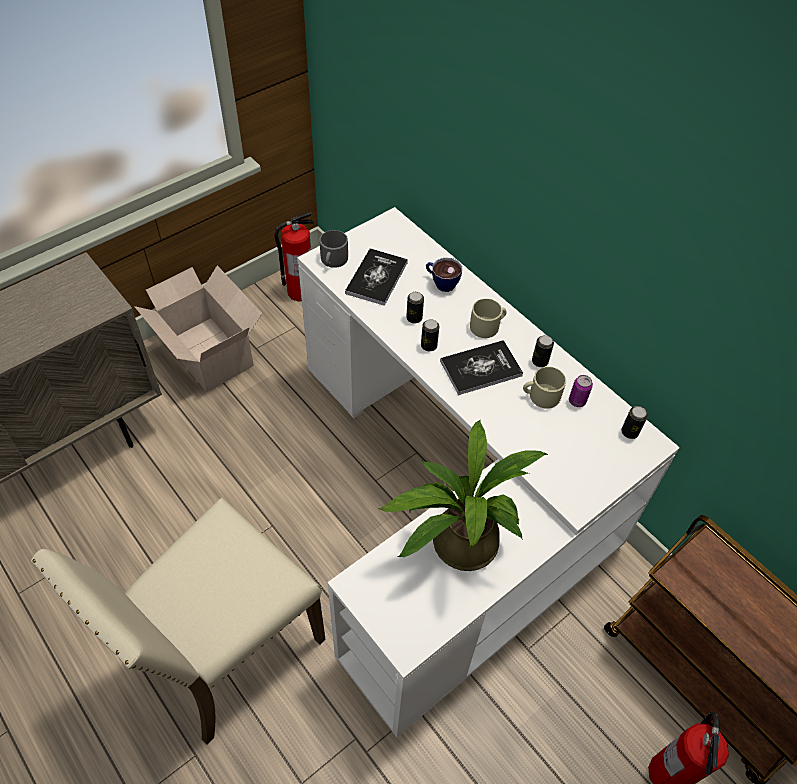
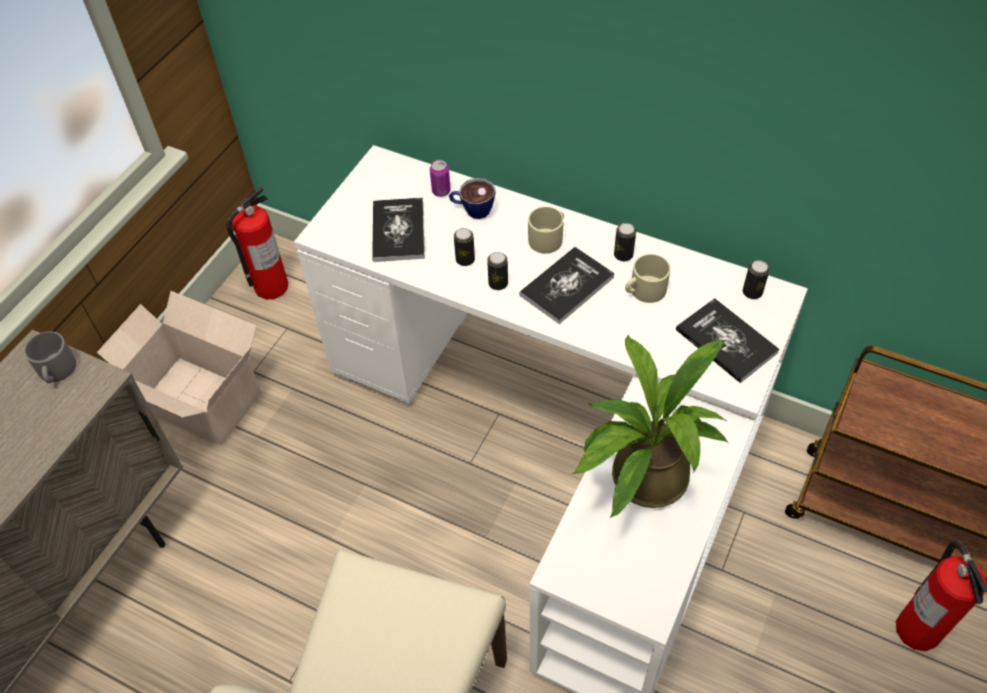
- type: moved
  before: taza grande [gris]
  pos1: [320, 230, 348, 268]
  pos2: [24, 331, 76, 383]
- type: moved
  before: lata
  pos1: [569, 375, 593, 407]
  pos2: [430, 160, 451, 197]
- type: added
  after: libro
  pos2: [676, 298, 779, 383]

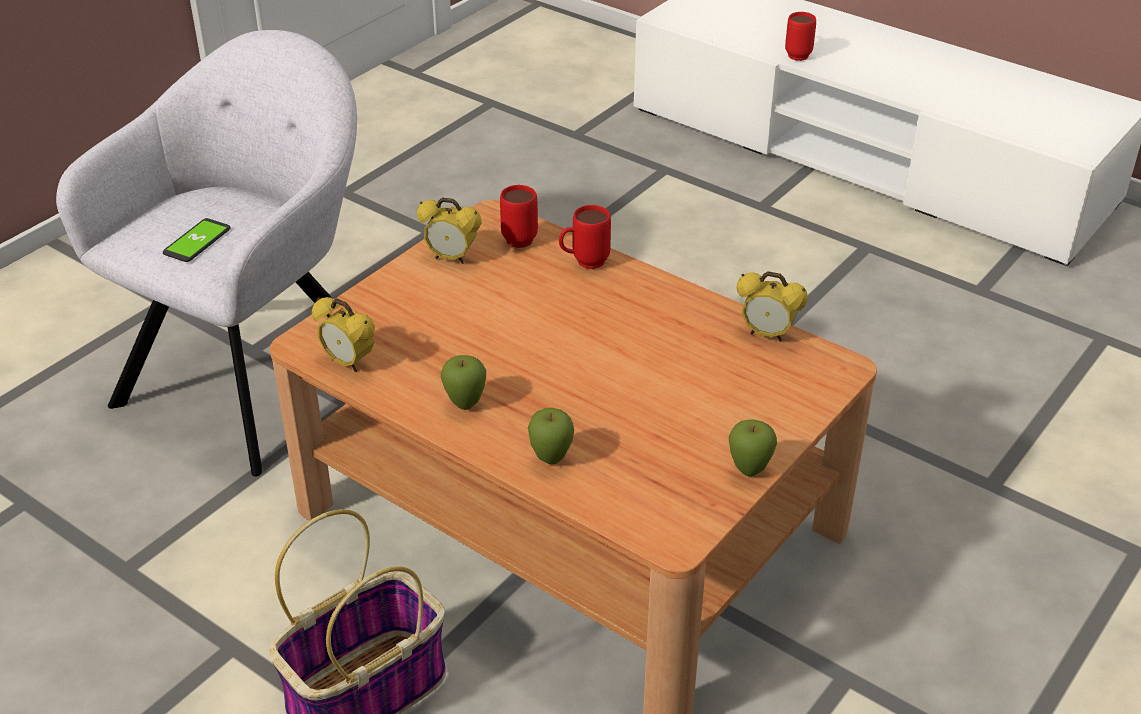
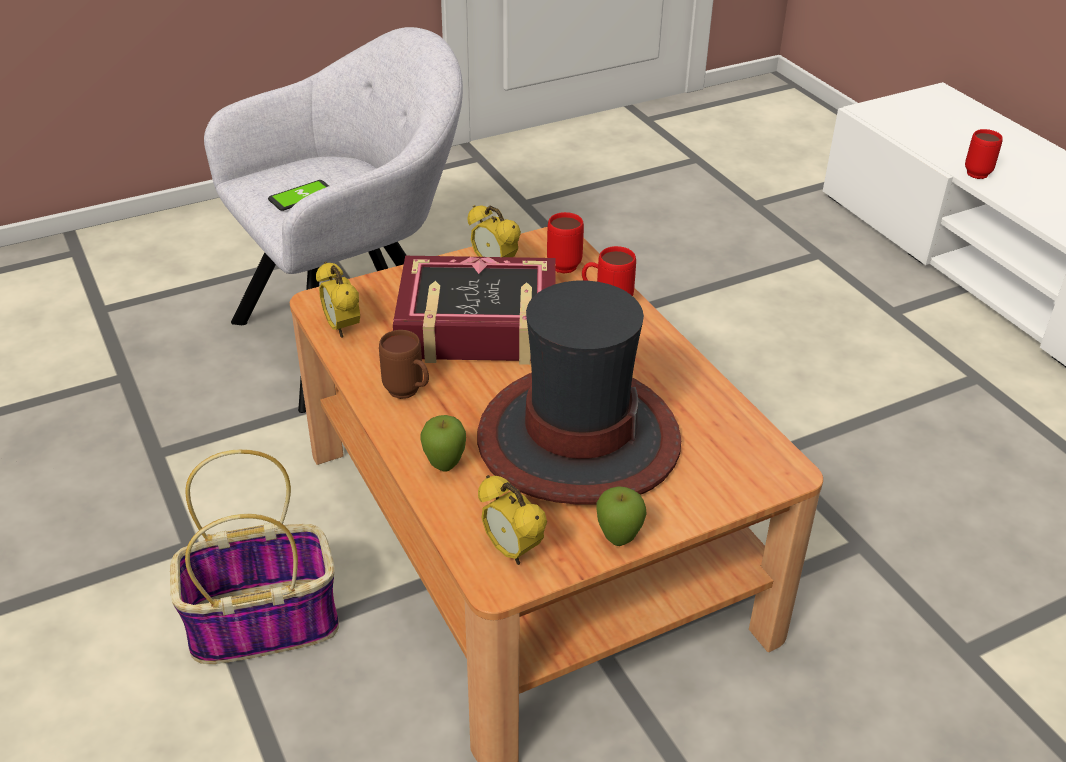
- type: moved
  before: despertador
  pos1: [737, 271, 808, 342]
  pos2: [478, 475, 547, 565]
- type: replaced
  before: manzana
  after: taza grande [marrón]
  pos1: [441, 355, 486, 410]
  pos2: [379, 330, 429, 399]
- type: added
  after: libro
  pos2: [393, 256, 556, 365]
- type: added
  after: sombrero
  pos2: [477, 280, 681, 504]

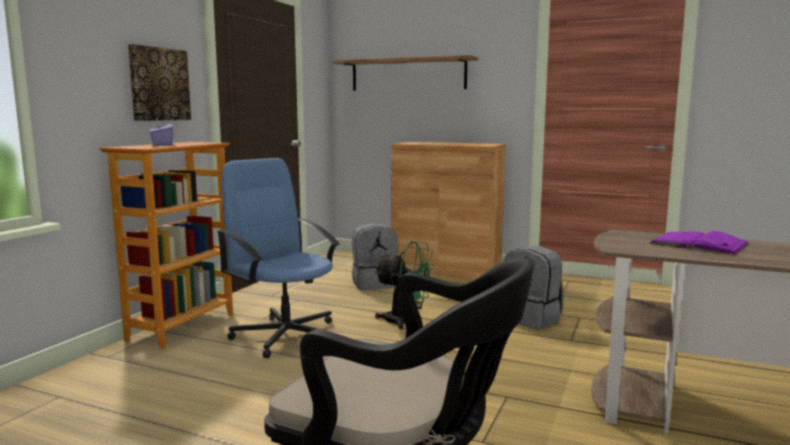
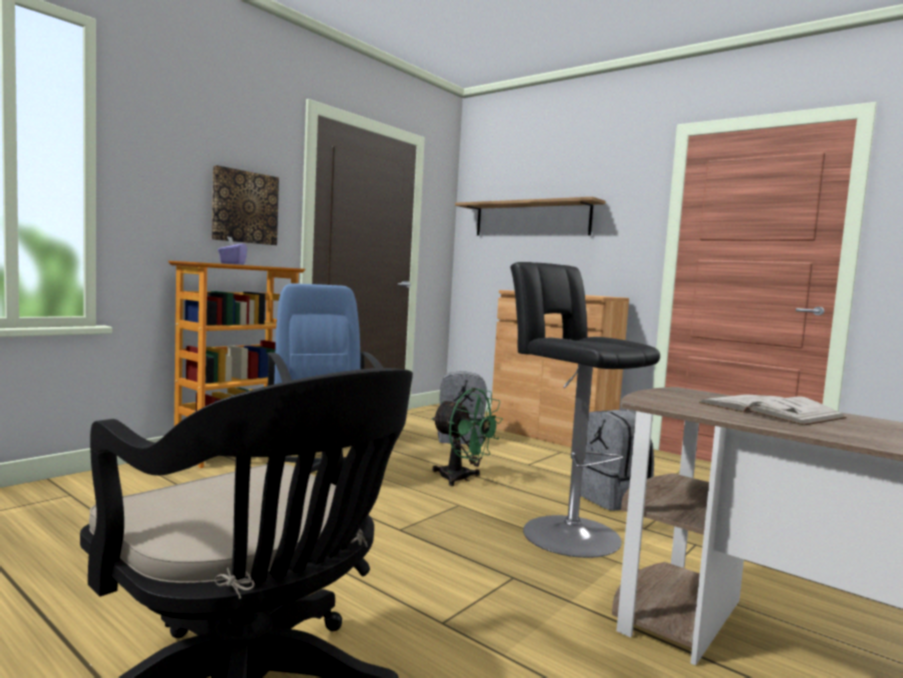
- type: recoloured
  before: libro [morado]
  after: libro [blanco]
  pos1: [649, 231, 750, 255]
  pos2: [699, 394, 847, 426]
- type: added
  after: taburete [negro]
  pos2: [510, 262, 660, 558]

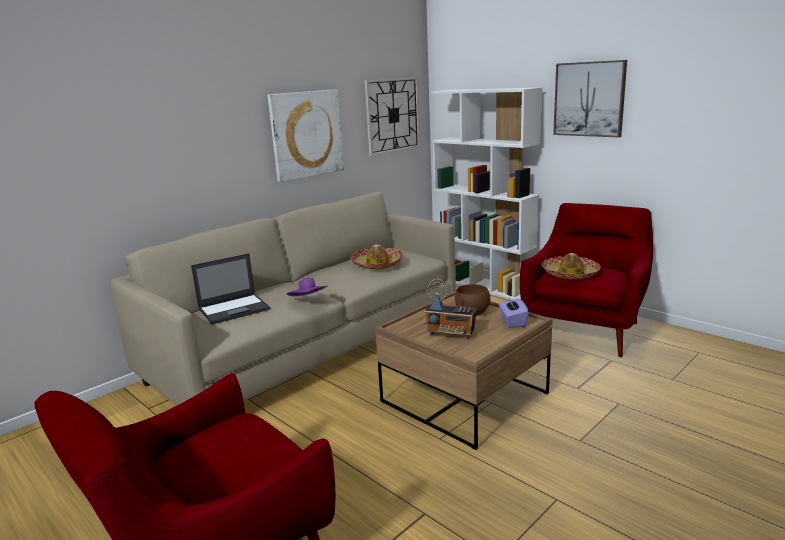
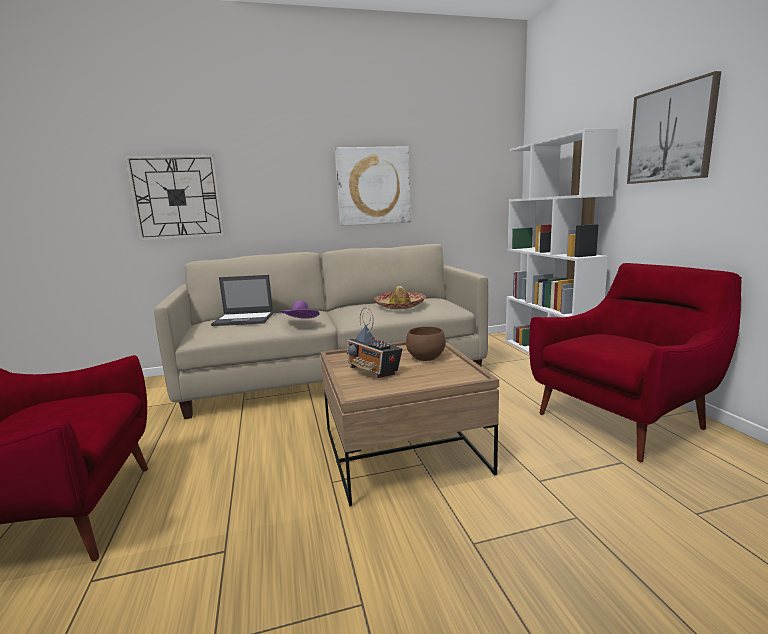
- type: moved
  before: reloj de pared
  pos1: [365, 77, 420, 156]
  pos2: [124, 154, 225, 241]
- type: removed
  before: sombrero
  pos1: [542, 253, 601, 279]
- type: removed
  before: caja de pañuelos [morado]
  pos1: [499, 297, 529, 328]

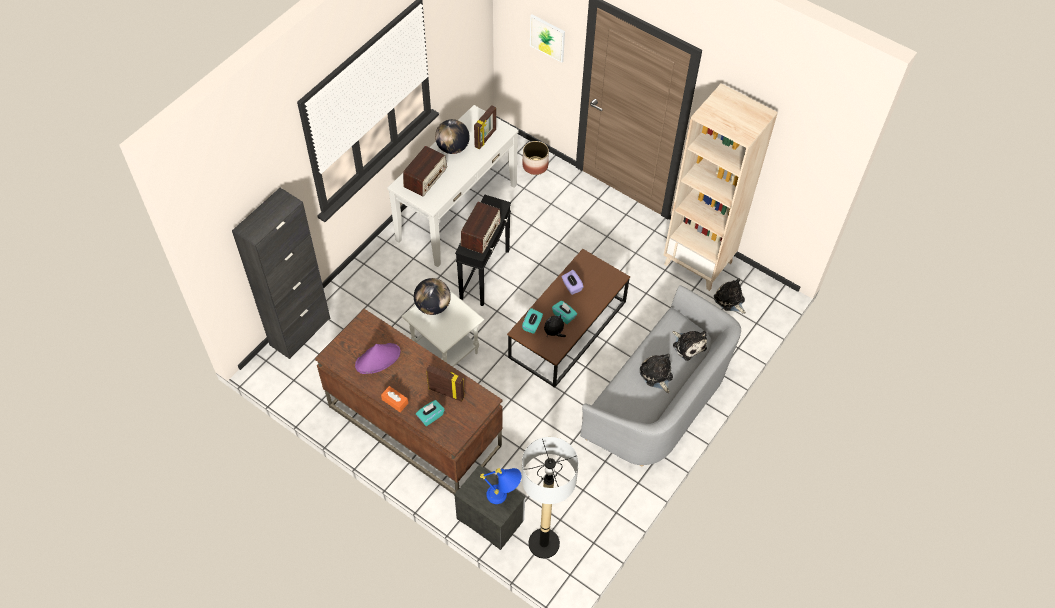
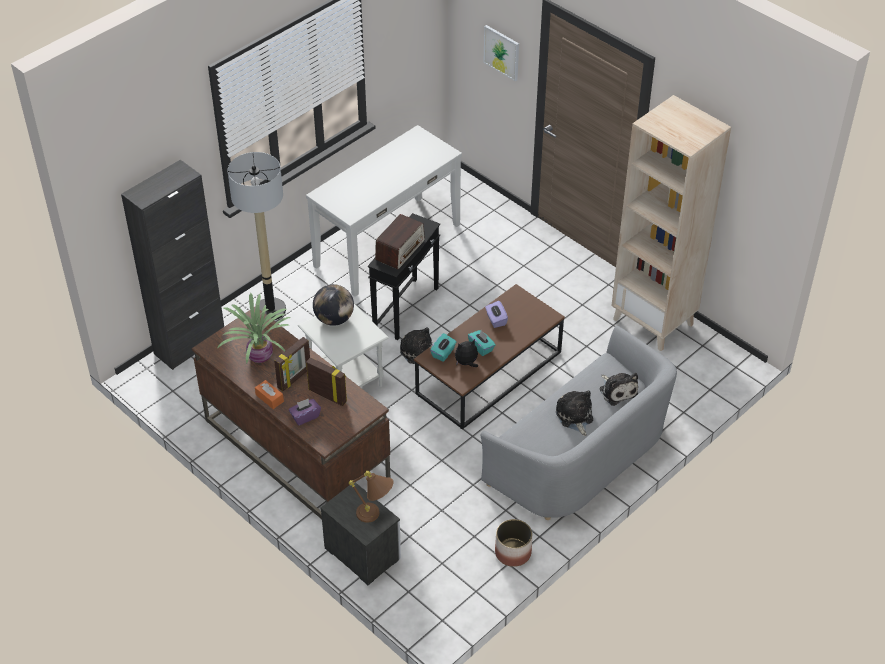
- type: moved
  before: portarretratos
  pos1: [474, 105, 496, 149]
  pos2: [274, 337, 310, 391]
- type: removed
  before: globo terráqueo
  pos1: [435, 119, 470, 154]
- type: moved
  before: maceta
  pos1: [522, 141, 549, 175]
  pos2: [495, 519, 532, 567]
- type: removed
  before: radio
  pos1: [403, 146, 447, 196]
- type: moved
  before: peluche
  pos1: [714, 278, 746, 314]
  pos2: [400, 327, 433, 364]
- type: replaced
  before: sombrero [morado]
  after: planta en maceta
  pos1: [355, 343, 401, 374]
  pos2: [218, 293, 291, 364]
- type: recoloured
  before: caja de pañuelos [turquesa]
  after: caja de pañuelos [morado]
  pos1: [416, 400, 445, 426]
  pos2: [289, 398, 321, 425]
- type: moved
  before: lámpara de pie
  pos1: [521, 437, 579, 559]
  pos2: [227, 152, 286, 320]
- type: recoloured
  before: lámpara de mesa [azul]
  after: lámpara de mesa [marrón]
  pos1: [480, 468, 521, 504]
  pos2: [349, 471, 393, 523]

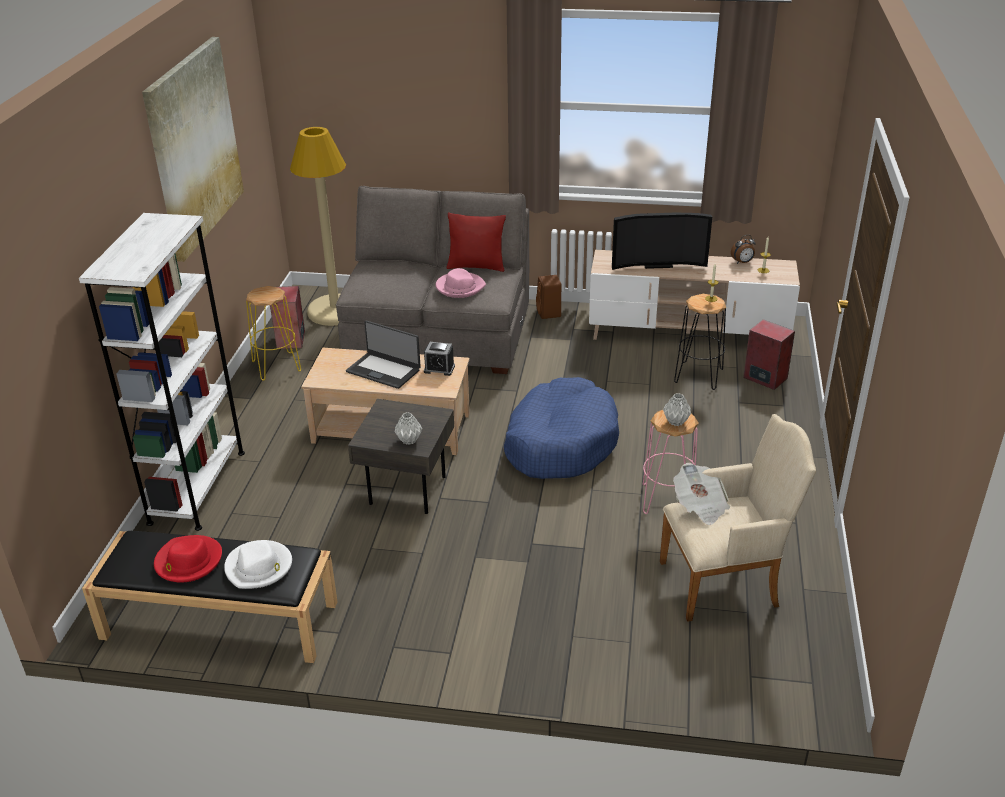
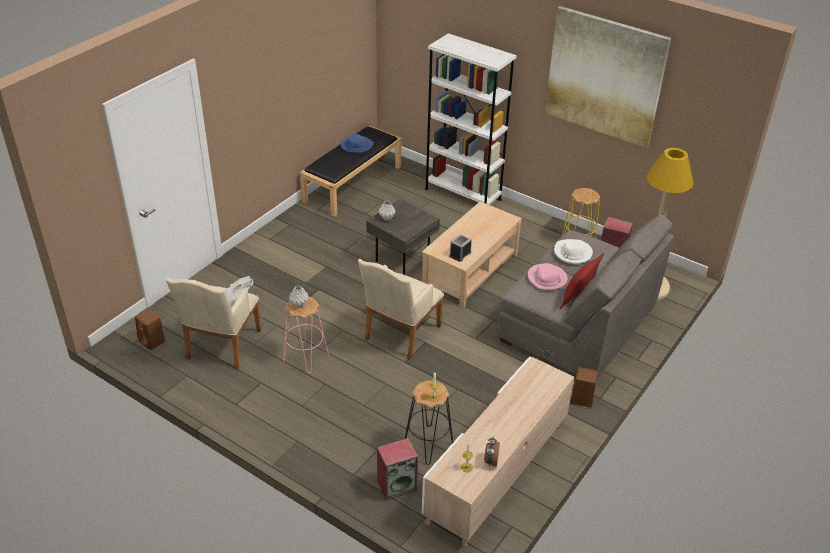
- type: removed
  before: televisor
  pos1: [612, 213, 712, 270]
- type: removed
  before: portátil
  pos1: [346, 320, 421, 389]
- type: replaced
  before: cama para perro [azul]
  after: sillón [beis]
  pos1: [504, 377, 619, 479]
  pos2: [358, 259, 444, 360]
- type: recoloured
  before: sombrero [rojo]
  after: sombrero [azul]
  pos1: [154, 535, 222, 583]
  pos2: [340, 134, 374, 154]
- type: moved
  before: sombrero [blanco]
  pos1: [224, 540, 292, 589]
  pos2: [554, 239, 593, 264]
- type: added
  after: altavoz [marrón]
  pos2: [135, 309, 165, 350]

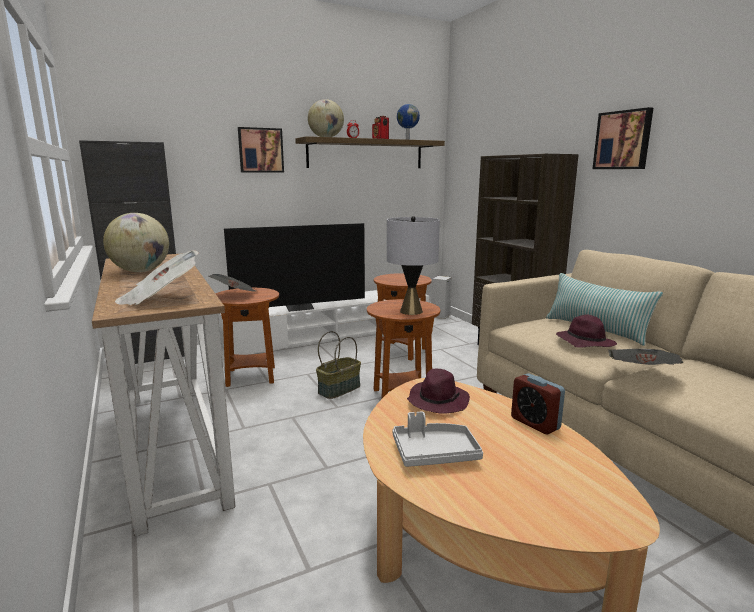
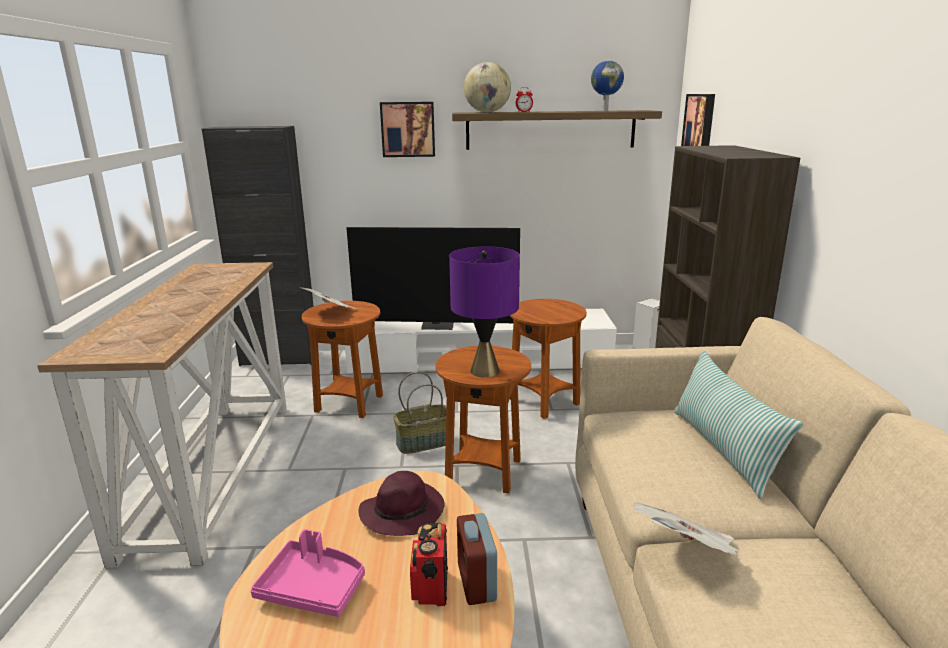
- type: moved
  before: cuadro
  pos1: [593, 107, 653, 169]
  pos2: [681, 94, 715, 146]
- type: moved
  before: radio
  pos1: [372, 116, 389, 139]
  pos2: [410, 523, 448, 606]
- type: removed
  before: globo terráqueo
  pos1: [103, 213, 169, 272]
- type: recoloured
  before: lámpara de mesa [gris]
  after: lámpara de mesa [morado]
  pos1: [387, 216, 440, 315]
  pos2: [449, 246, 520, 378]
- type: removed
  before: periódico
  pos1: [115, 250, 199, 305]
- type: removed
  before: sombrero [morado]
  pos1: [556, 314, 617, 348]
- type: recoloured
  before: bandeja [gris]
  after: bandeja [rosa]
  pos1: [393, 411, 483, 467]
  pos2: [250, 529, 365, 617]

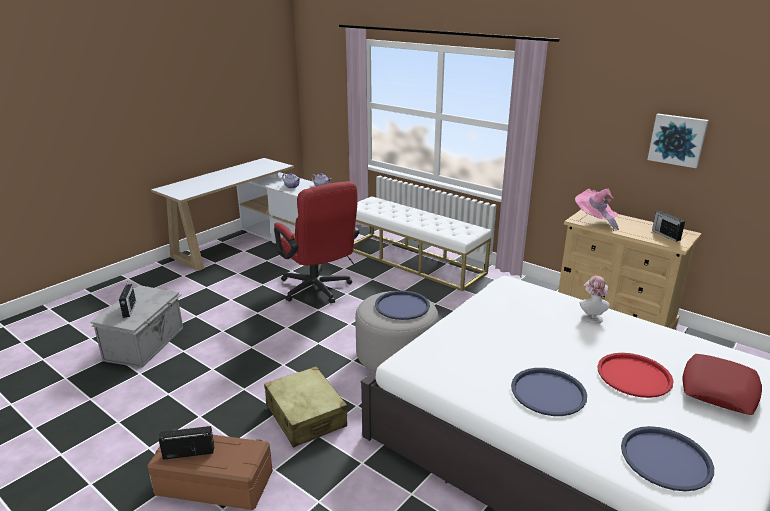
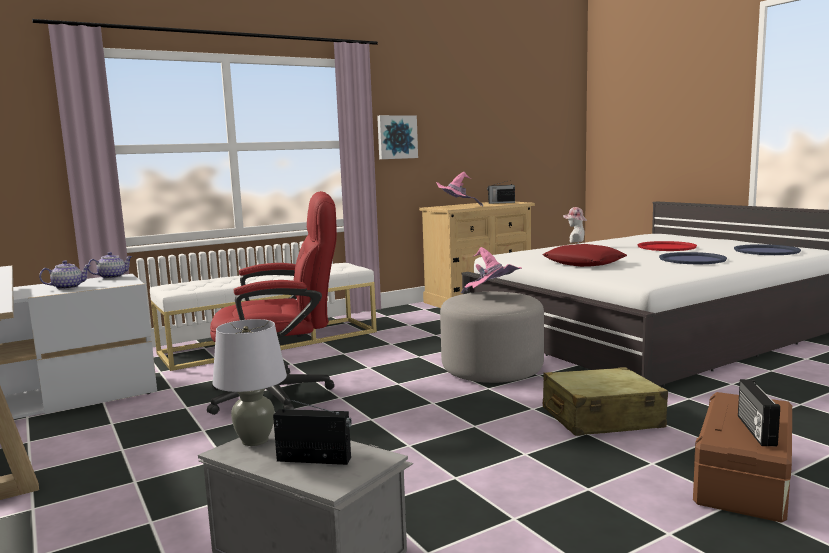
- type: moved
  before: cuadro
  pos1: [647, 114, 709, 168]
  pos2: [377, 115, 418, 159]
- type: replaced
  before: bandeja [azul]
  after: sombrero [rosa]
  pos1: [375, 291, 430, 320]
  pos2: [461, 247, 522, 293]
- type: moved
  before: cojín [rojo]
  pos1: [682, 354, 762, 415]
  pos2: [542, 244, 627, 267]
- type: added
  after: lámpara de mesa [gris]
  pos2: [213, 319, 287, 446]

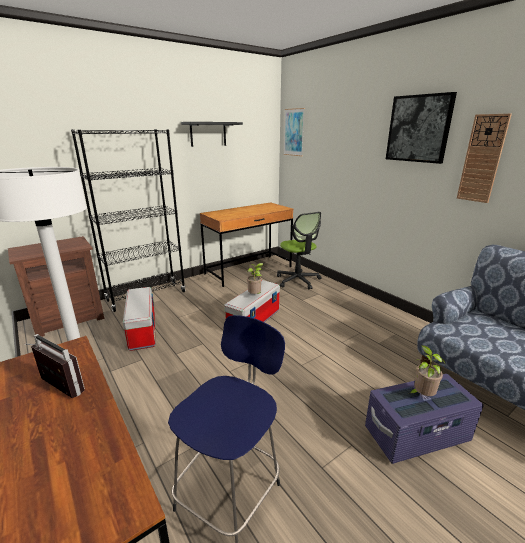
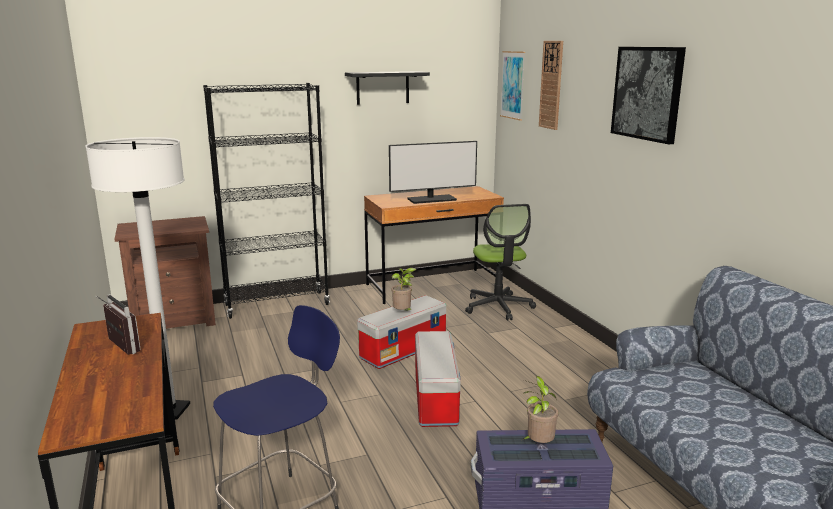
- type: moved
  before: reloj de pared
  pos1: [457, 114, 512, 203]
  pos2: [539, 41, 563, 130]
- type: moved
  before: caja de almacenaje
  pos1: [123, 287, 155, 351]
  pos2: [415, 331, 461, 427]
- type: added
  after: monitor
  pos2: [389, 141, 477, 204]

